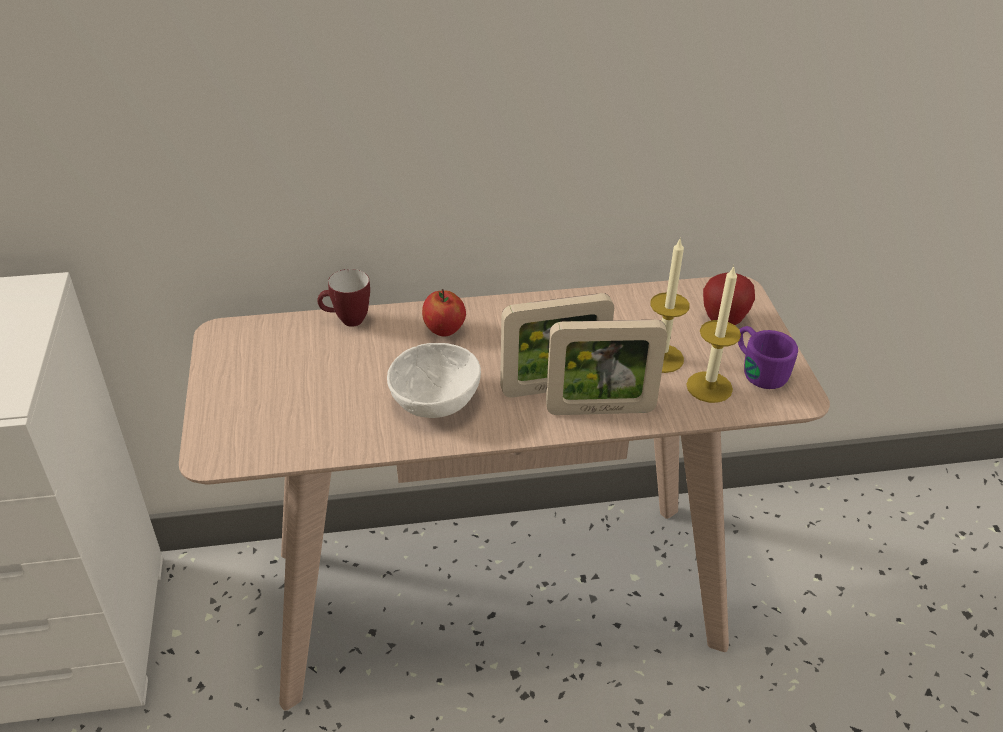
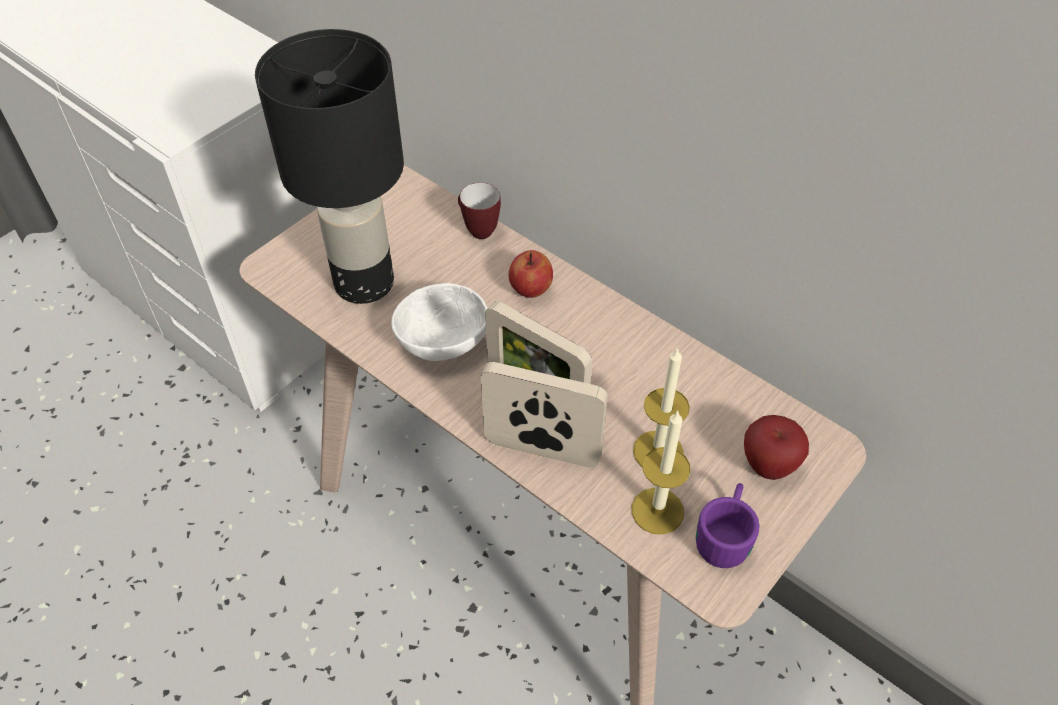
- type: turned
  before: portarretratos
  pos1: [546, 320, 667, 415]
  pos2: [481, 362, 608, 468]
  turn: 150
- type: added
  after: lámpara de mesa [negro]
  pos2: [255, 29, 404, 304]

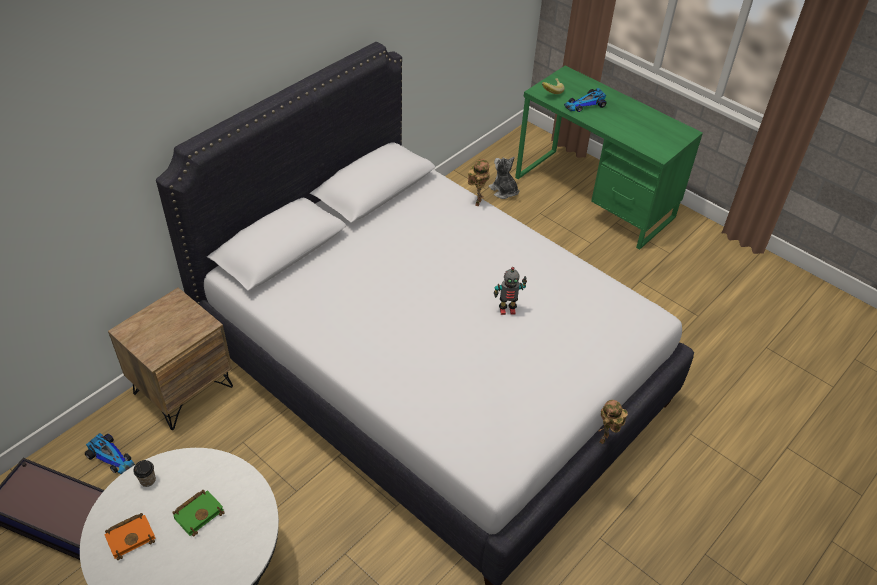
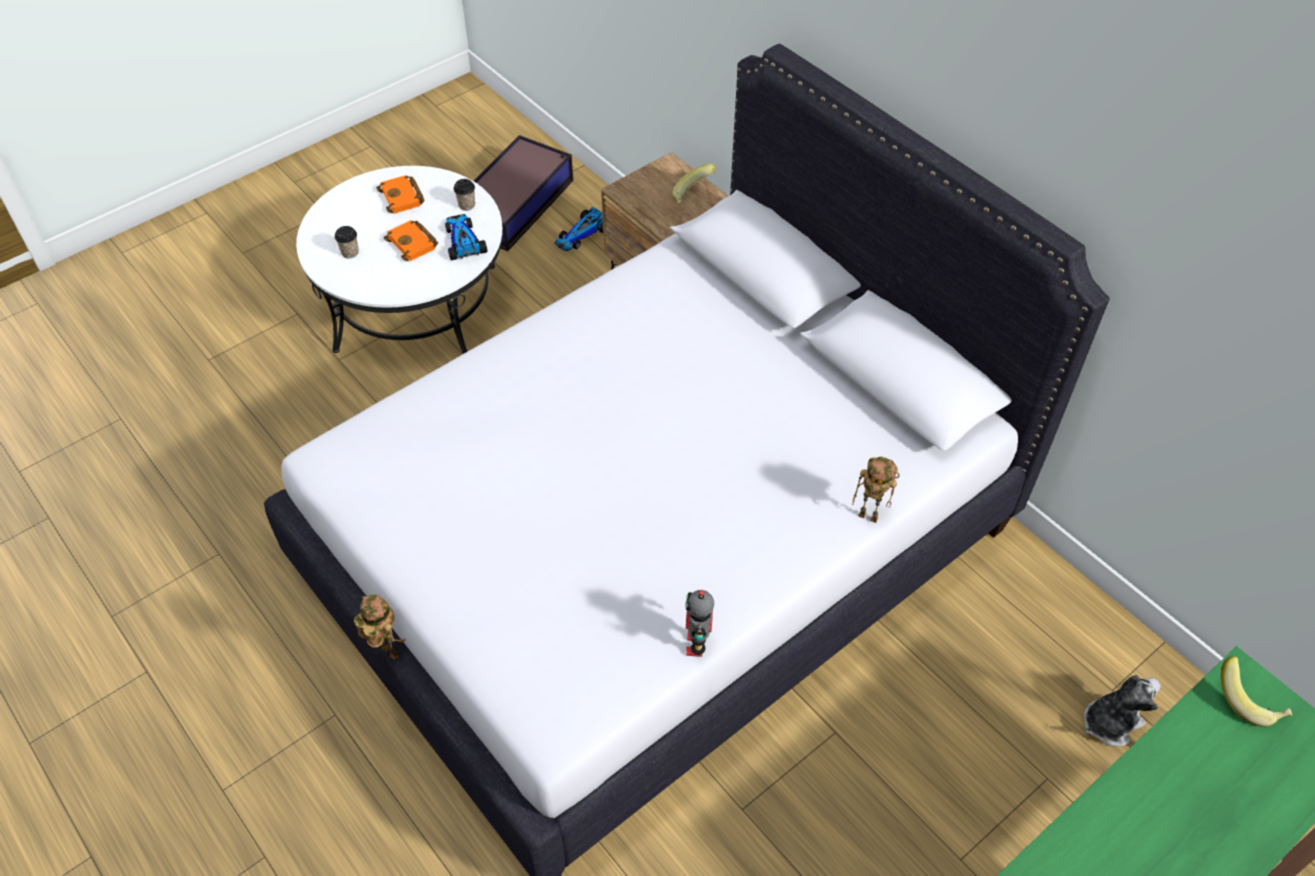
- type: moved
  before: coche de juguete
  pos1: [564, 88, 606, 112]
  pos2: [445, 214, 487, 260]
- type: moved
  before: robot de juguete
  pos1: [494, 267, 527, 315]
  pos2: [685, 590, 714, 657]
- type: recoloured
  before: libro [verde]
  after: libro [naranja]
  pos1: [172, 490, 225, 536]
  pos2: [384, 220, 438, 261]
- type: added
  after: plátano
  pos2: [672, 163, 717, 204]
- type: added
  after: taza
  pos2: [335, 226, 359, 258]

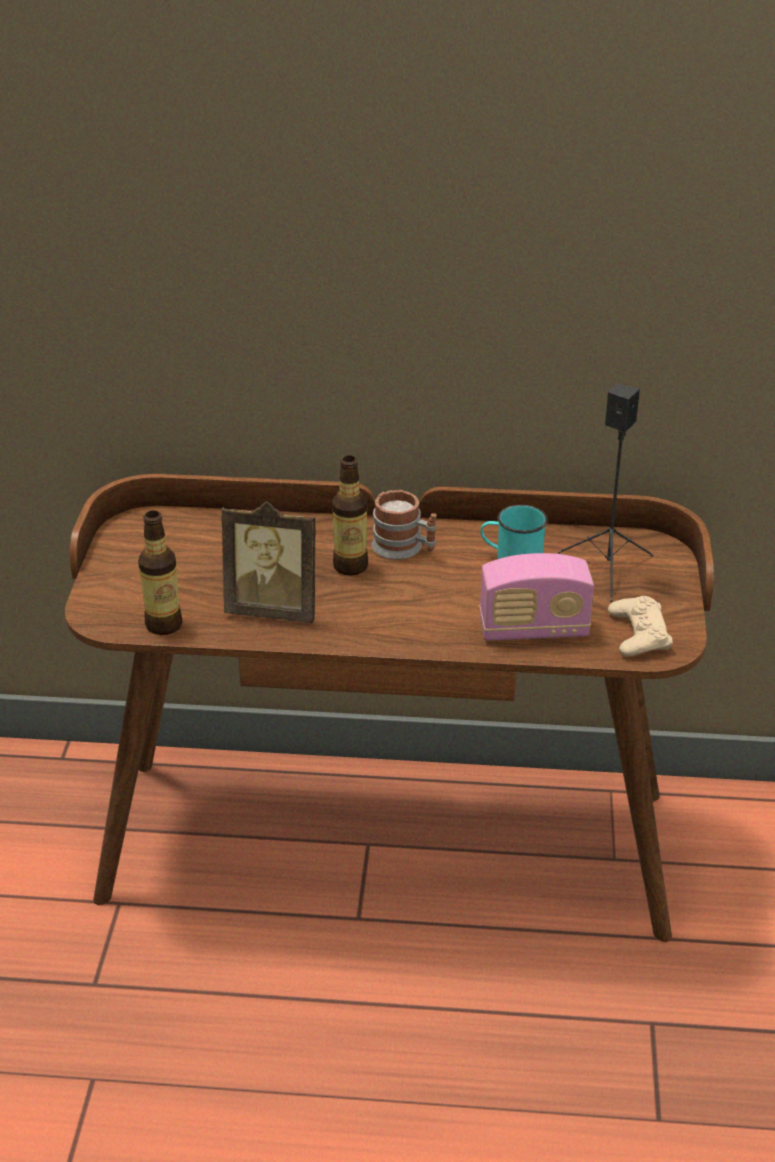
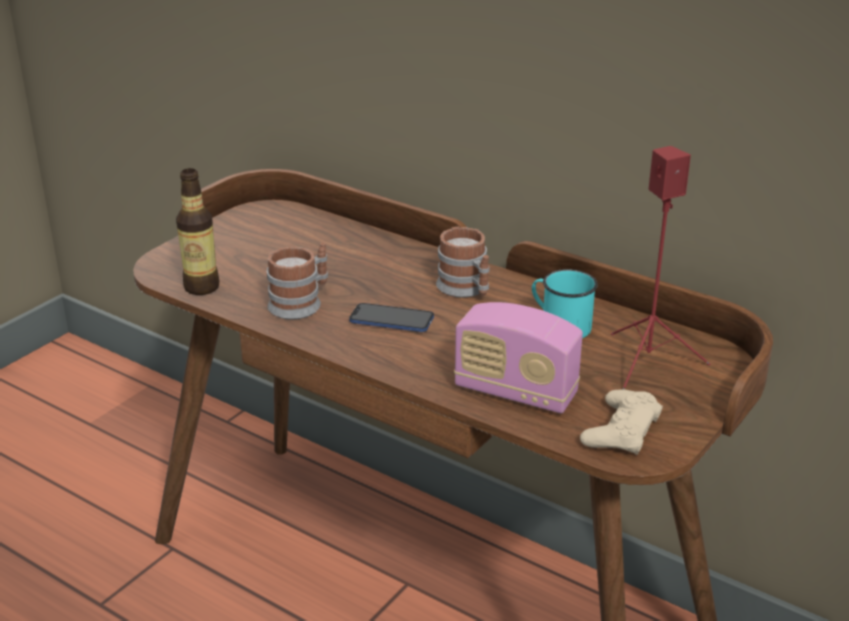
- type: recoloured
  before: altavoz [negro]
  after: altavoz [rojo]
  pos1: [558, 384, 653, 602]
  pos2: [611, 146, 710, 390]
- type: removed
  before: botella
  pos1: [332, 455, 368, 576]
- type: replaced
  before: portarretratos
  after: taza grande
  pos1: [221, 501, 316, 623]
  pos2: [267, 242, 328, 319]
- type: added
  after: móvil
  pos2: [349, 303, 434, 332]

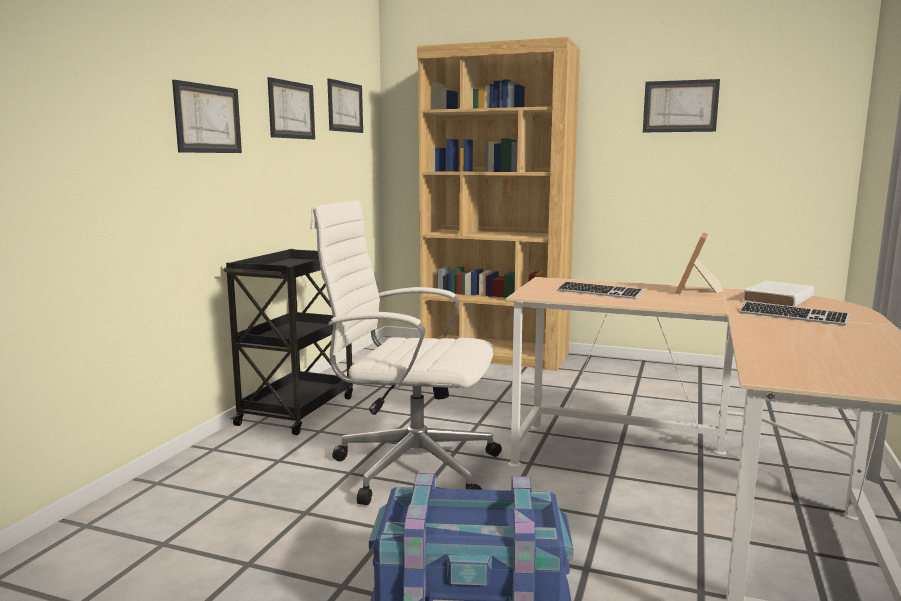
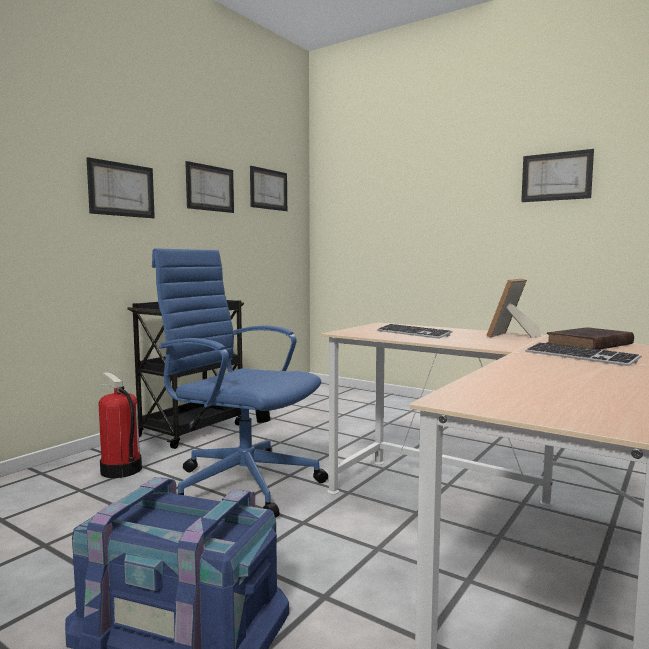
- type: removed
  before: estantería [marrón]
  pos1: [417, 37, 580, 371]
- type: recoloured
  before: silla de oficina [blanco]
  after: silla de oficina [azul]
  pos1: [310, 200, 502, 505]
  pos2: [152, 248, 328, 518]
- type: recoloured
  before: libro [blanco]
  after: libro [marrón]
  pos1: [742, 281, 814, 307]
  pos2: [546, 327, 634, 350]
- type: added
  after: extintor
  pos2: [99, 372, 142, 478]

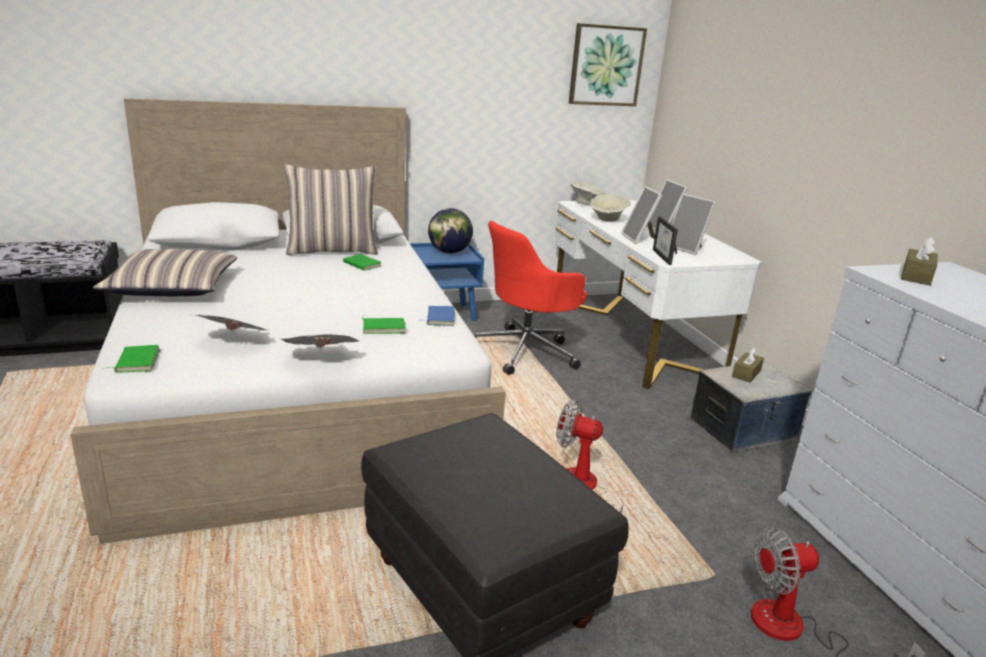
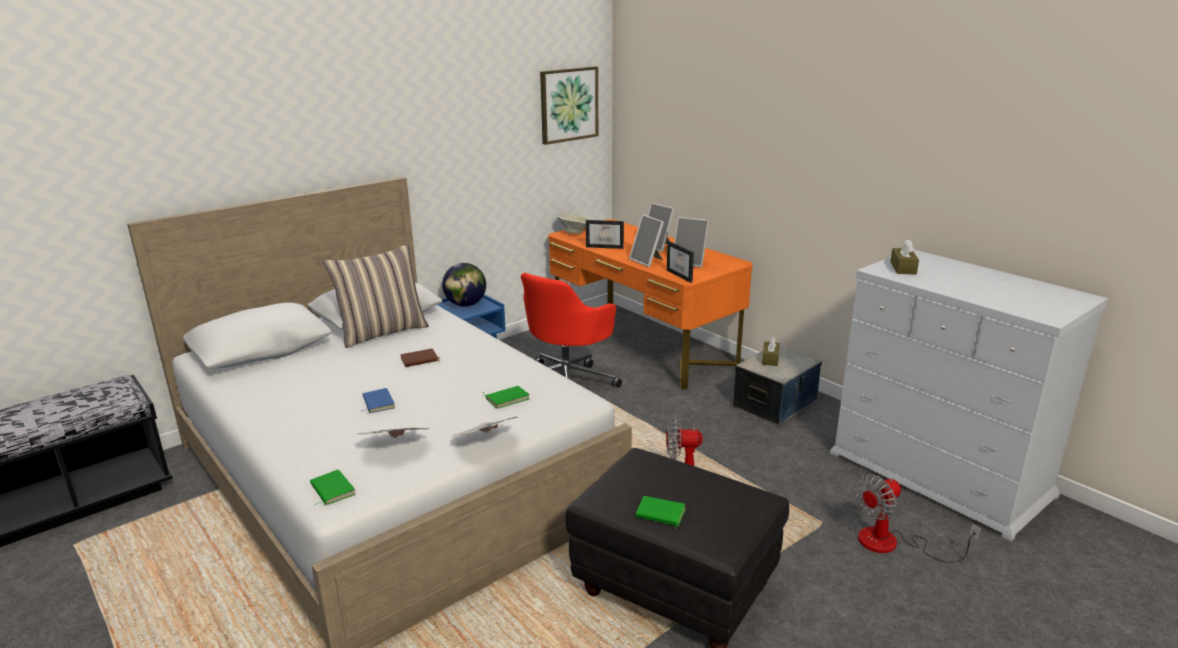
- type: replaced
  before: cuenco [beis]
  after: portarretratos
  pos1: [589, 194, 631, 222]
  pos2: [586, 220, 624, 249]
- type: recoloured
  before: escritorio [blanco]
  after: escritorio [naranja]
  pos1: [555, 200, 761, 389]
  pos2: [548, 219, 753, 390]
- type: removed
  before: cojín
  pos1: [93, 249, 237, 296]
- type: moved
  before: libro [verde]
  pos1: [343, 254, 381, 270]
  pos2: [636, 496, 686, 529]
- type: moved
  before: libro [azul]
  pos1: [418, 306, 455, 326]
  pos2: [360, 388, 395, 413]
- type: added
  after: libro [marrón]
  pos2: [400, 348, 440, 367]

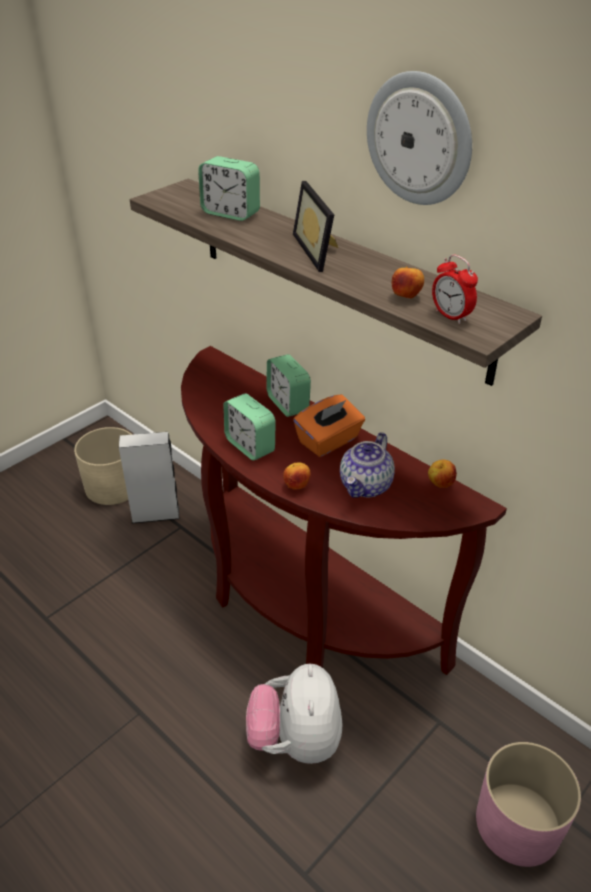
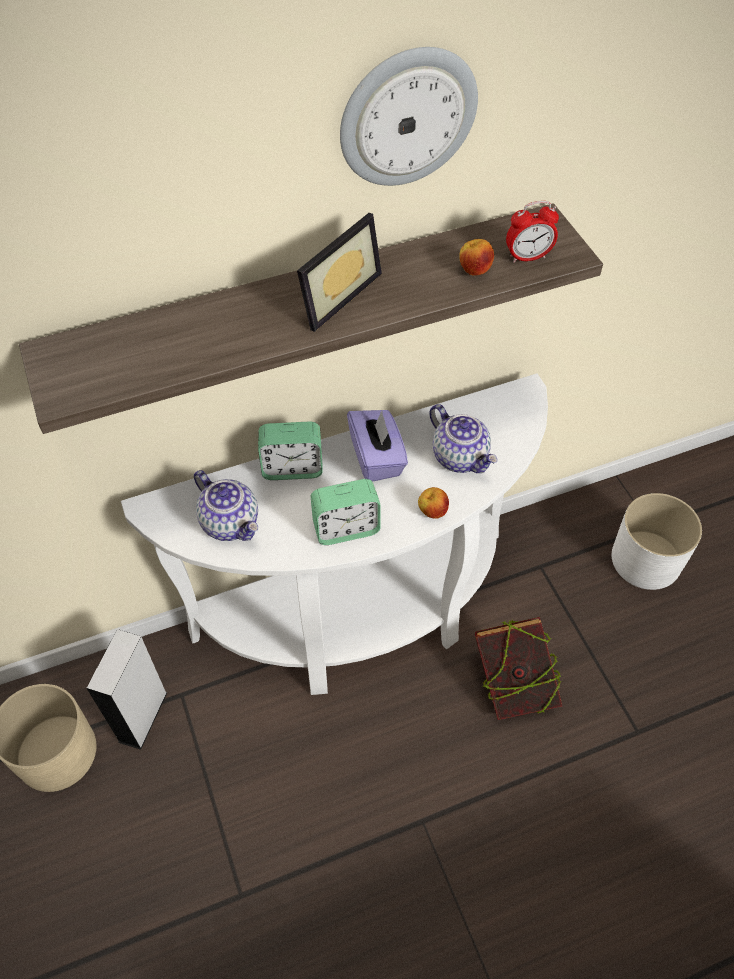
- type: removed
  before: despertador
  pos1: [198, 156, 260, 221]
- type: turned
  before: portarretratos
  pos1: [293, 181, 338, 272]
  pos2: [297, 213, 382, 332]
  turn: -60
- type: recoloured
  before: mesa consola [marrón]
  after: mesa consola [blanco]
  pos1: [181, 346, 507, 675]
  pos2: [121, 374, 548, 695]
- type: recoloured
  before: caja de pañuelos [naranja]
  after: caja de pañuelos [morado]
  pos1: [293, 395, 365, 457]
  pos2: [347, 410, 408, 482]
- type: removed
  before: manzana
  pos1: [428, 460, 457, 488]
- type: replaced
  before: peluche
  after: libro
  pos1: [246, 664, 342, 764]
  pos2: [475, 617, 562, 720]
- type: recoloured
  before: maceta [rosa]
  after: maceta [blanco]
  pos1: [476, 742, 581, 867]
  pos2: [612, 493, 702, 590]
- type: added
  after: tetera
  pos2: [194, 470, 258, 541]

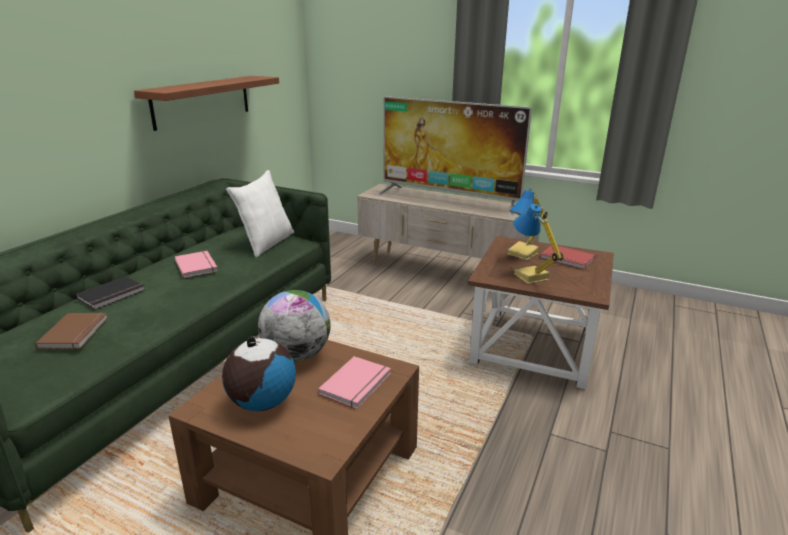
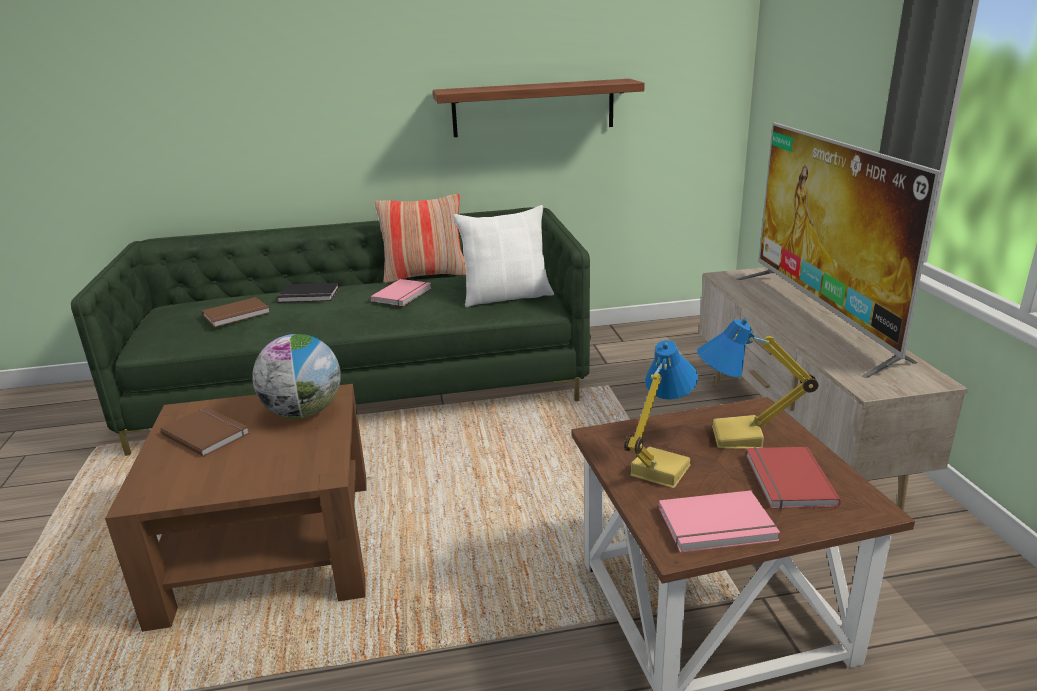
- type: replaced
  before: globo terráqueo
  after: libro [marrón]
  pos1: [222, 336, 296, 411]
  pos2: [160, 407, 250, 457]
- type: moved
  before: libro [rosa]
  pos1: [318, 356, 391, 409]
  pos2: [659, 490, 780, 553]
- type: added
  after: cojín
  pos2: [375, 194, 466, 283]

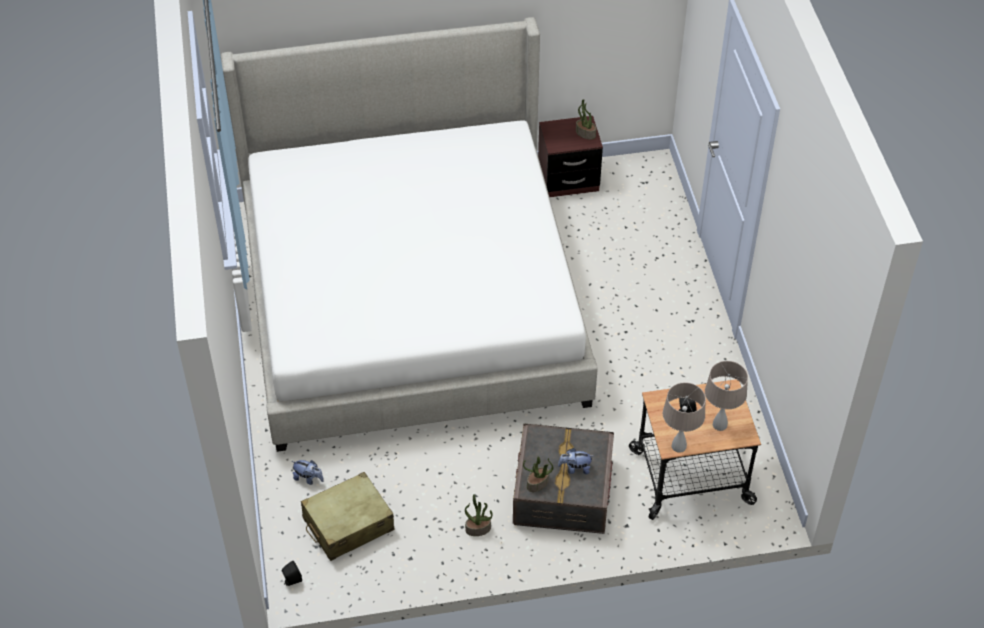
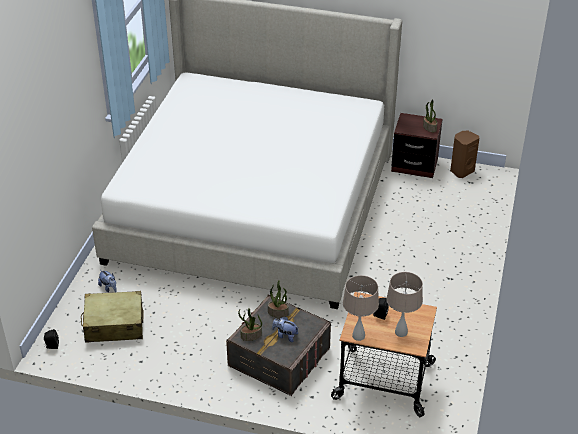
- type: moved
  before: planta en maceta
  pos1: [465, 494, 493, 536]
  pos2: [268, 280, 289, 318]
- type: added
  after: altavoz [marrón]
  pos2: [450, 131, 479, 178]

